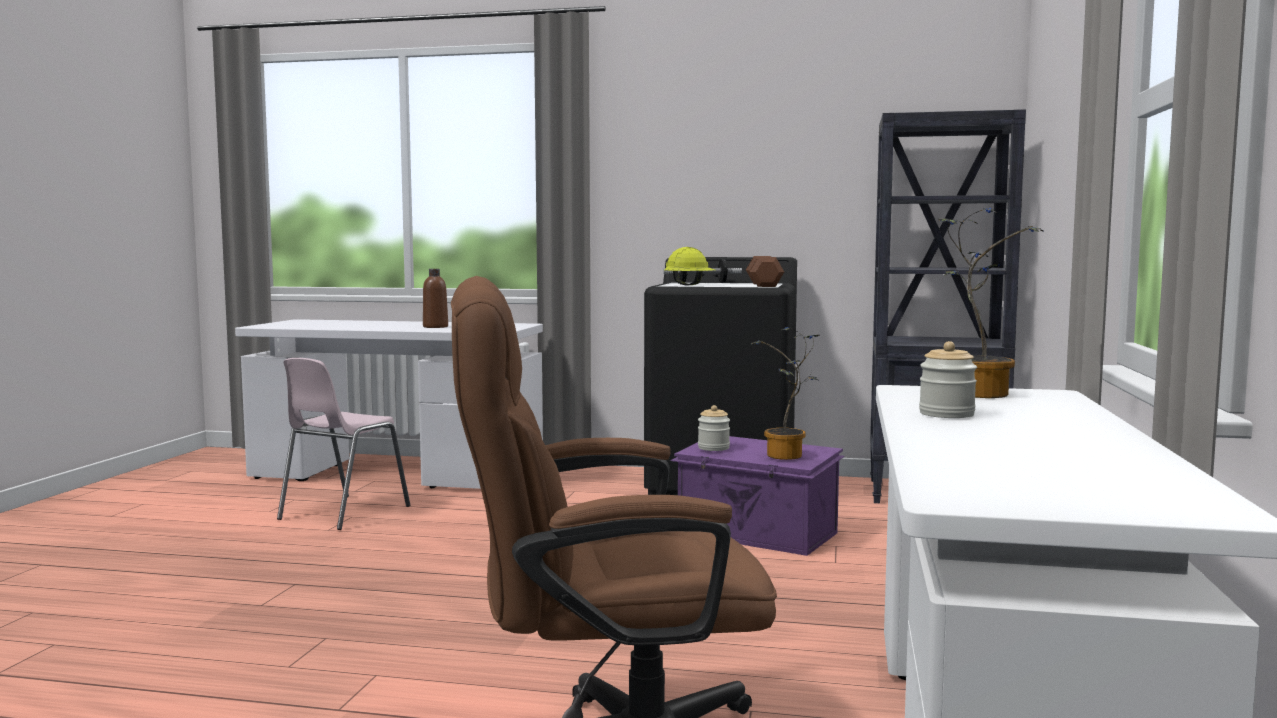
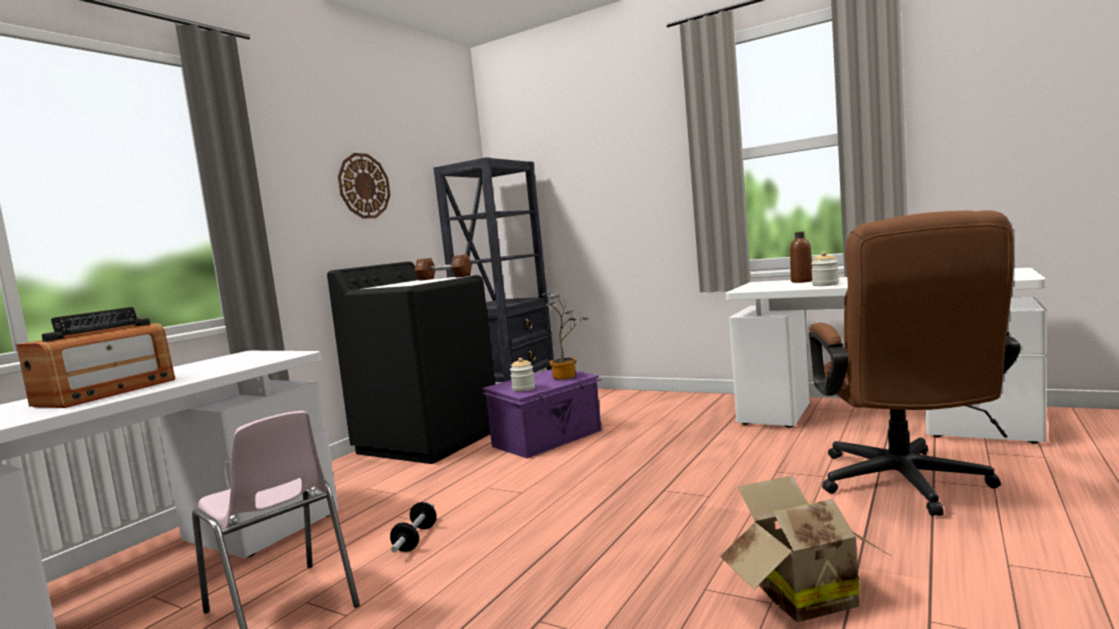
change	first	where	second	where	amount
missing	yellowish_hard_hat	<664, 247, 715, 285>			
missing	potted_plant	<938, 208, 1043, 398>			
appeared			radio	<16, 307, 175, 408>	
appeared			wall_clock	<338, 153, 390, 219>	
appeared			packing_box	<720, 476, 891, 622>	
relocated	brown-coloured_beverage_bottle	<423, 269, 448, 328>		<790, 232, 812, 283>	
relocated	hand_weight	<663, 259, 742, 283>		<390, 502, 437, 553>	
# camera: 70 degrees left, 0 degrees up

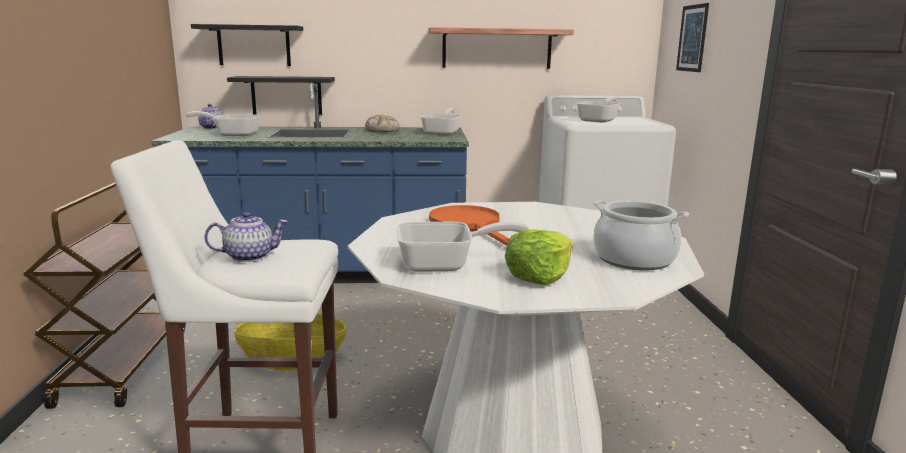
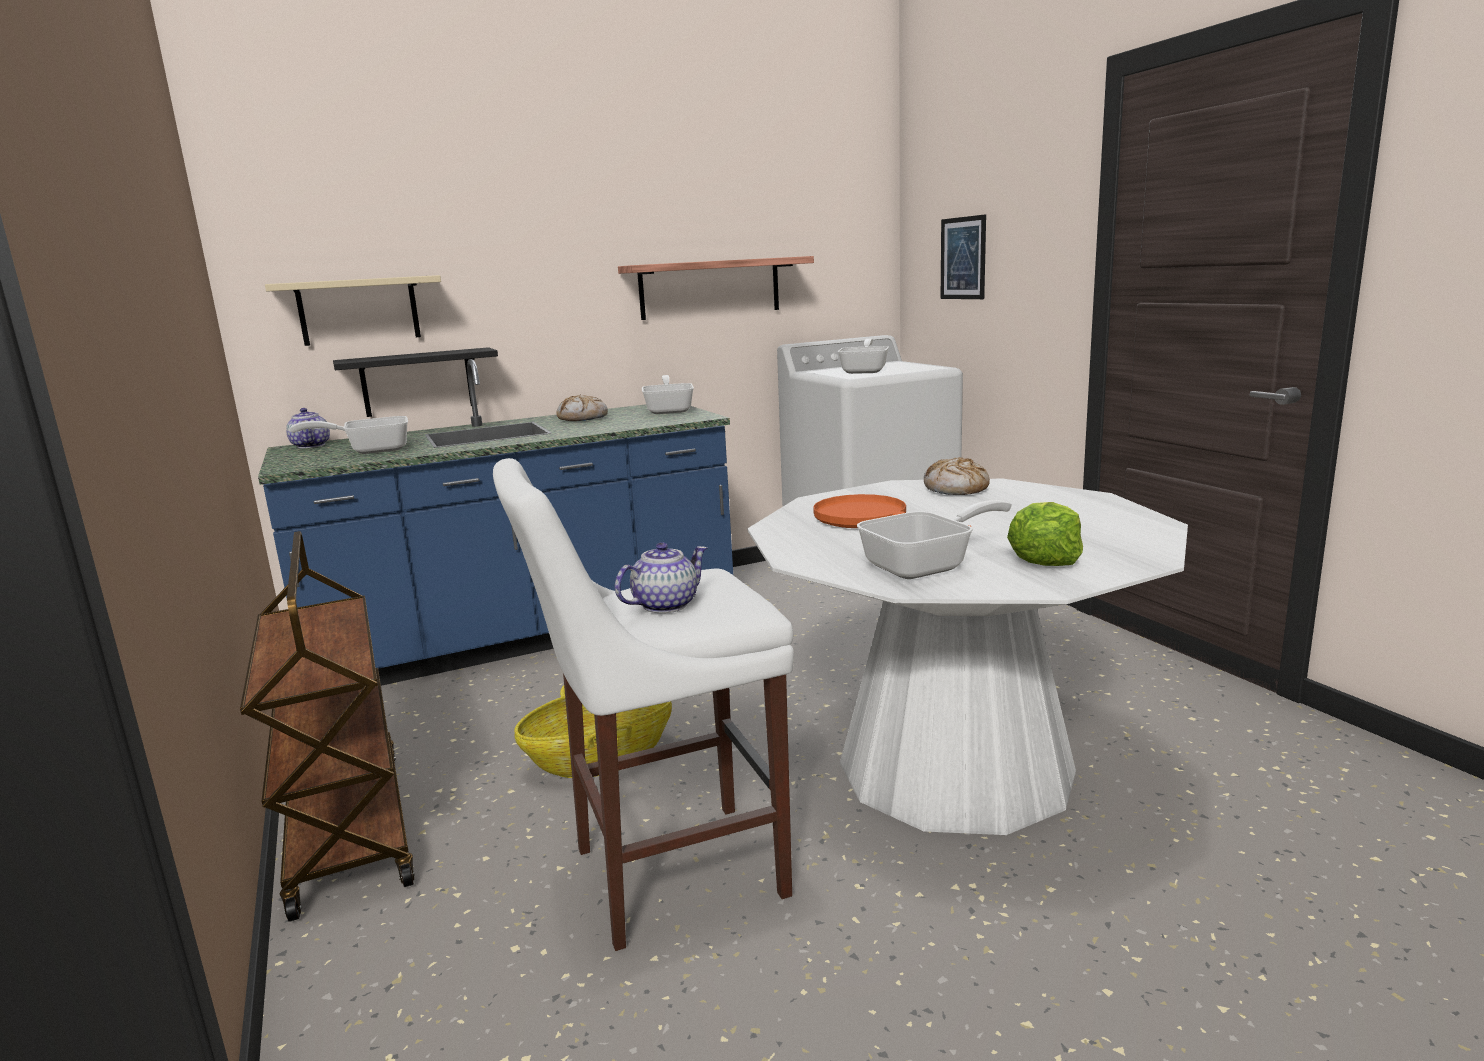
change	first	where	second	where	amount
missing	stockpot	<593, 200, 689, 271>			
appeared			bakery_bread	<924, 457, 990, 495>	
colour	black_shelf	<191, 24, 303, 66>	beige_shelf	<265, 275, 441, 346>	
# camera: 20 degrees left, 0 degrees up

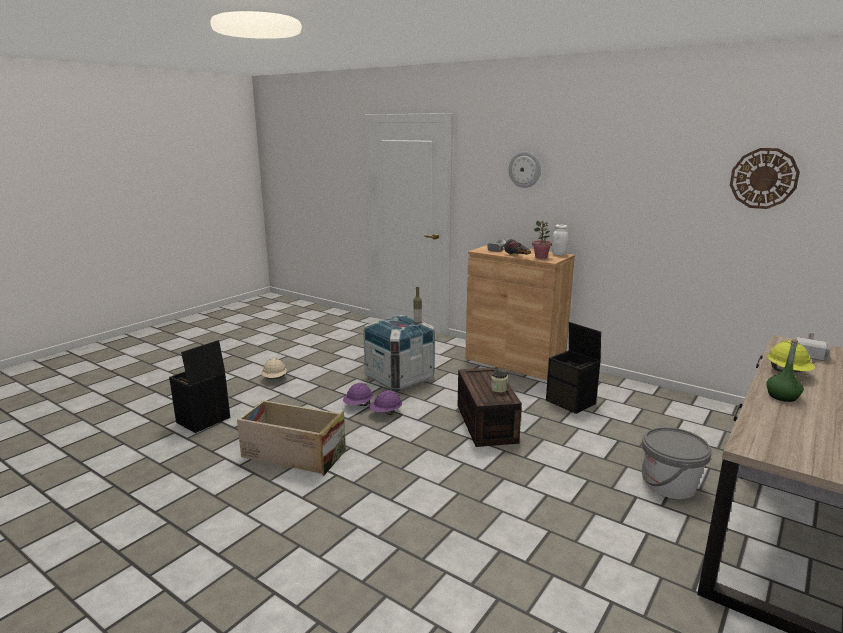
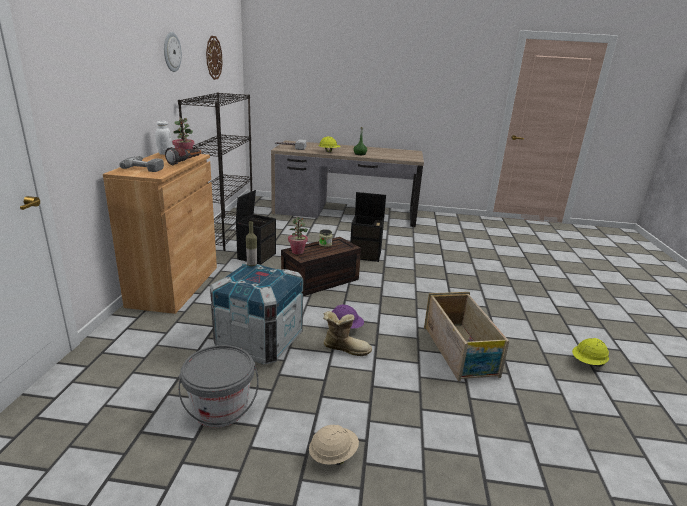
change	first	where	second	where	amount
appeared			black_bookshelf	<178, 92, 252, 251>	
appeared			potted_plant	<288, 217, 308, 255>	
appeared			yellowish_hard_hat	<572, 338, 609, 367>	
relocated	black_storage_box	<169, 340, 230, 433>		<350, 192, 386, 262>	
relocated	wall_clock	<509, 152, 541, 188>		<164, 32, 182, 72>	
relocated	greyish_bucket	<642, 427, 712, 499>		<179, 345, 259, 428>	
exchanged	purple_hard_hat	<343, 383, 373, 406>	tall_boot	<323, 311, 372, 356>	
# camera: 120 degrees left, 5 degrees up

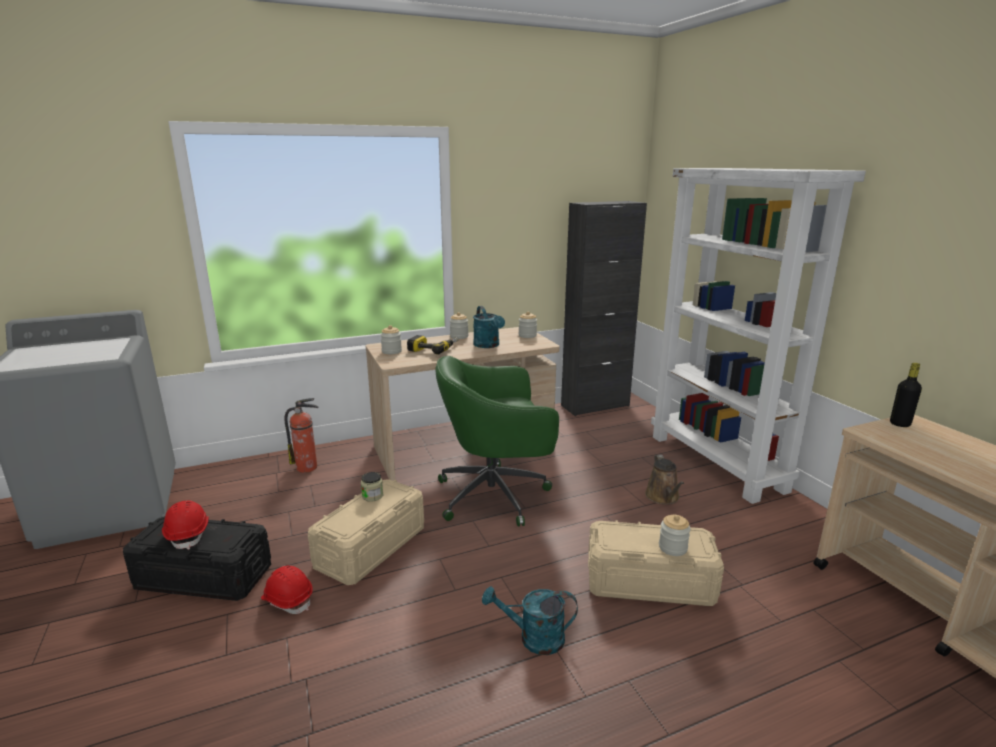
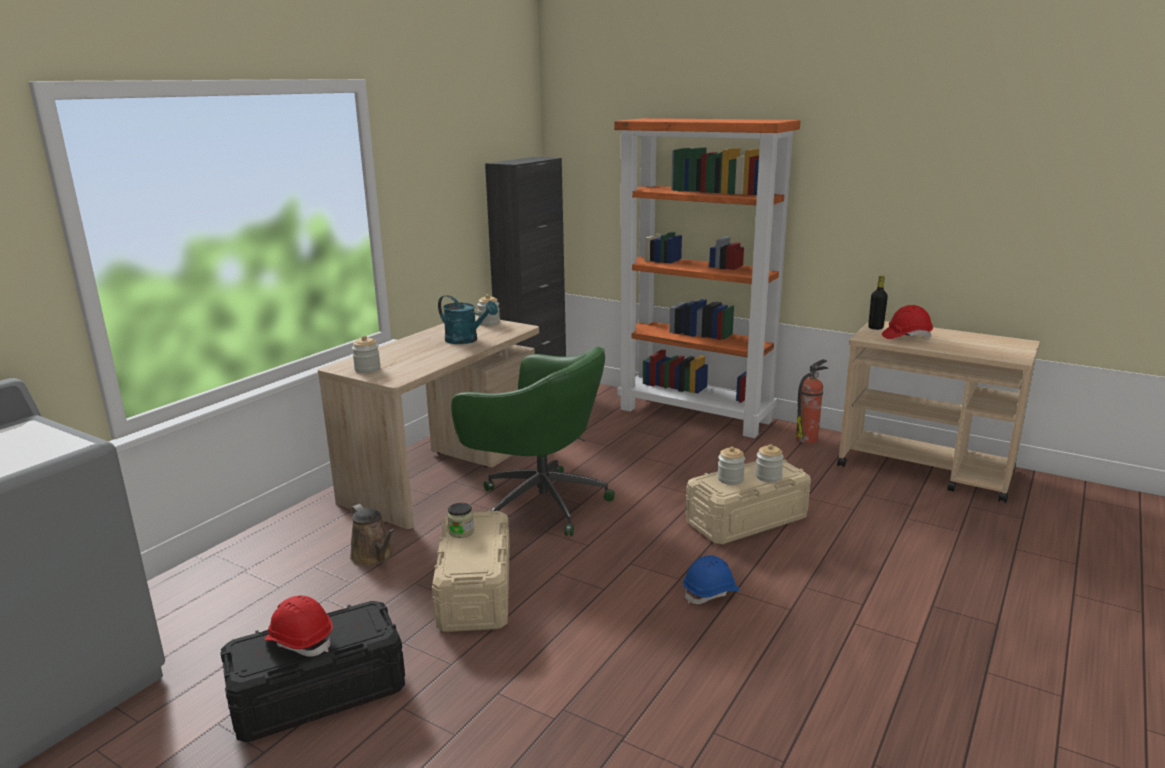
change	first	where	second	where	amount
missing	power_drill	<407, 335, 459, 355>			
relocated	reddish_hard_hat	<261, 566, 313, 614>		<882, 305, 933, 339>	
relocated	fire-fighting_cylinder	<284, 398, 319, 473>		<796, 359, 828, 443>	
relocated	preserve_jar	<450, 312, 468, 339>		<717, 447, 745, 485>	
relocated	brown-coloured_watering_pot	<645, 455, 684, 505>		<350, 504, 395, 566>	
exchanged	blue-green_watering_pot	<482, 586, 578, 655>	blue-coloured_hard_hat	<683, 555, 740, 604>	
colour	white-coloured_bookshelf	<651, 168, 866, 504>	orangey_bookshelf	<614, 118, 801, 438>	
spun	green_office_chair	<435, 356, 559, 526>		<451, 347, 615, 536>	105 degrees counterclockwise
# camera: 35 degrees left, 0 degrees up

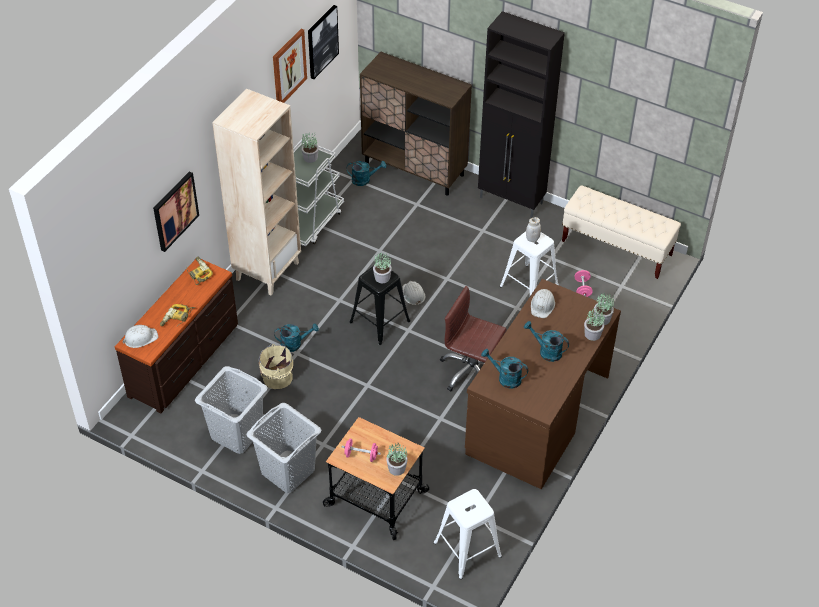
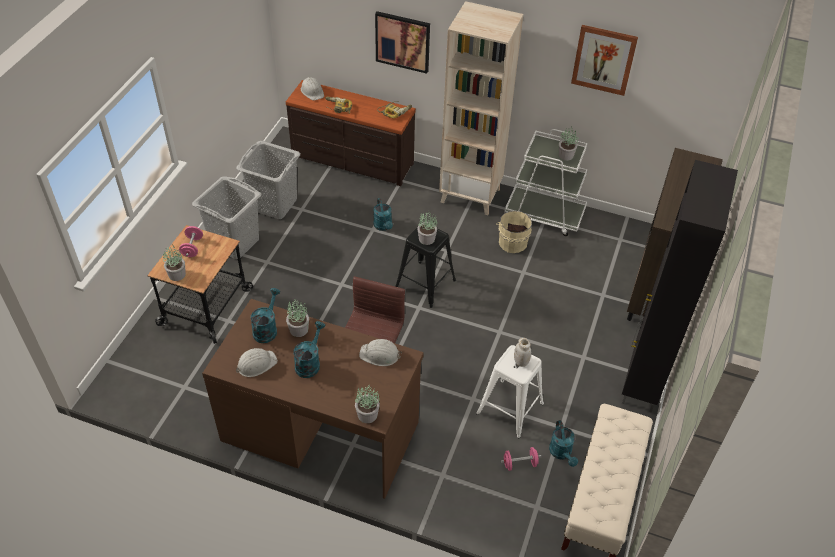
change	first	where	second	where	amount
missing	wall_art	<308, 5, 339, 79>			
missing	white-coloured_stool_seat	<434, 489, 502, 579>			
relocated	beige_bucket	<259, 344, 293, 389>		<496, 211, 532, 253>	
relocated	blue-green_watering_pot	<347, 161, 387, 186>		<549, 420, 578, 467>	
relocated	white-coloured_hard_hat	<402, 281, 425, 306>		<236, 348, 278, 377>	
relocated	potted_plant	<584, 307, 605, 341>		<286, 297, 309, 337>	
# camera: 80 degrees right, 0 degrees up

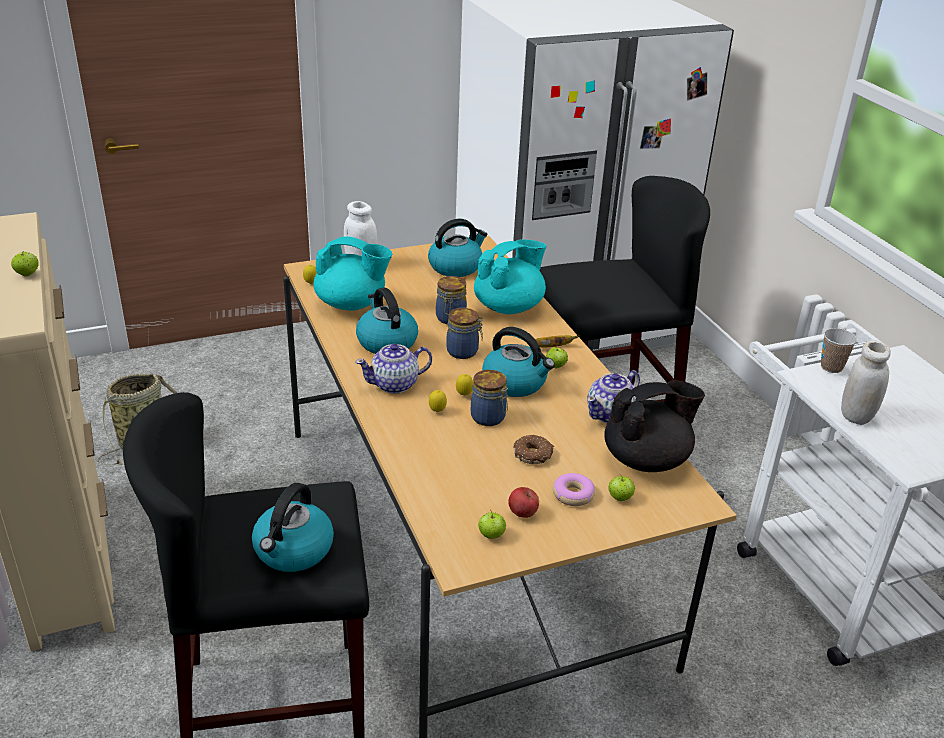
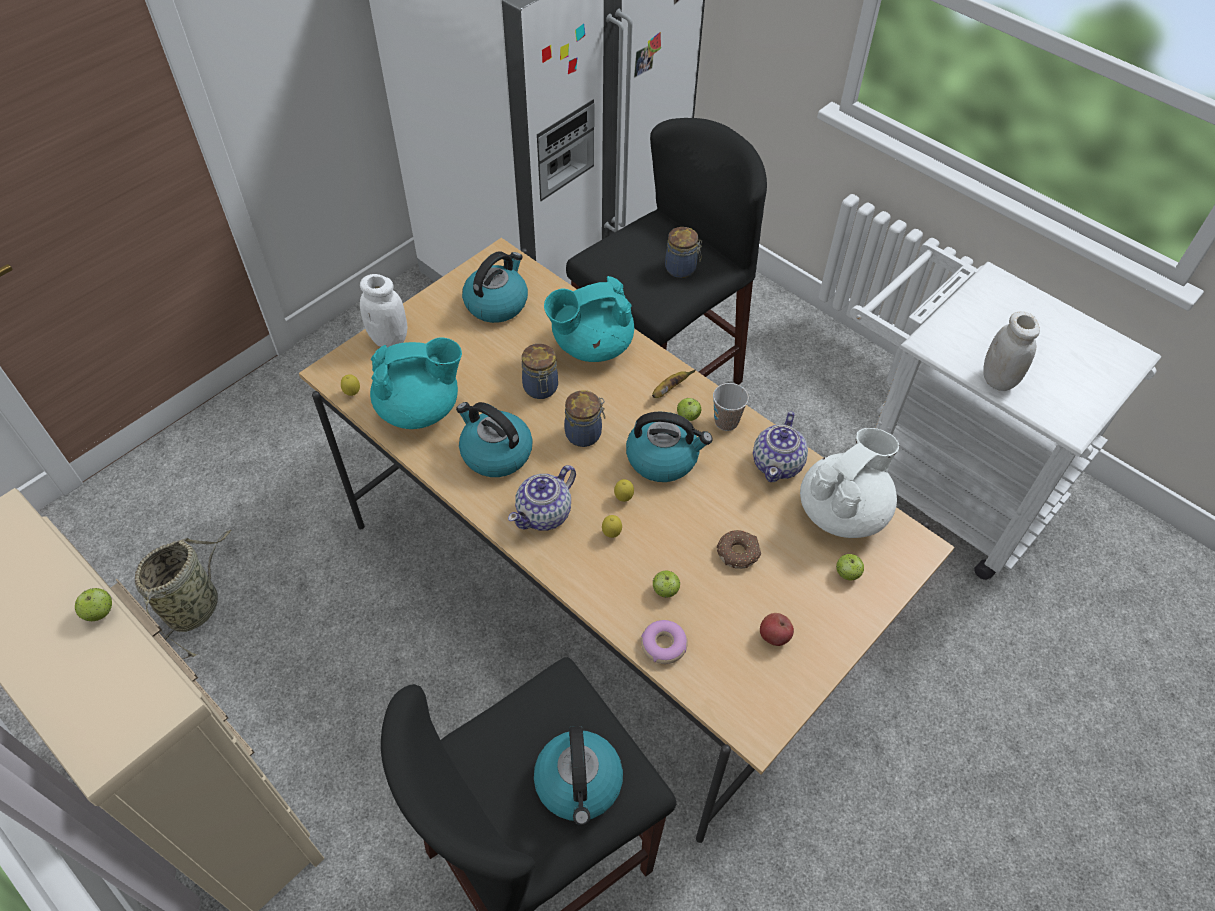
change	first	where	second	where	amount
relocated	preserve_jar	<471, 370, 508, 426>		<665, 227, 702, 278>	
relocated	whole_apple	<478, 511, 506, 539>		<653, 571, 680, 598>	
relocated	ring_doughnut	<553, 473, 595, 506>		<641, 620, 688, 664>	
relocated	drinking_cup	<821, 328, 857, 373>		<713, 383, 749, 431>	
colour	black_tea_pot	<604, 380, 705, 472>	white-coloured_tea_pot	<800, 428, 899, 538>	
spun	blue-green_tea_pot	<474, 239, 546, 314>		<544, 276, 634, 362>	135 degrees counterclockwise
# camera: 25 degrees left, 20 degrees up

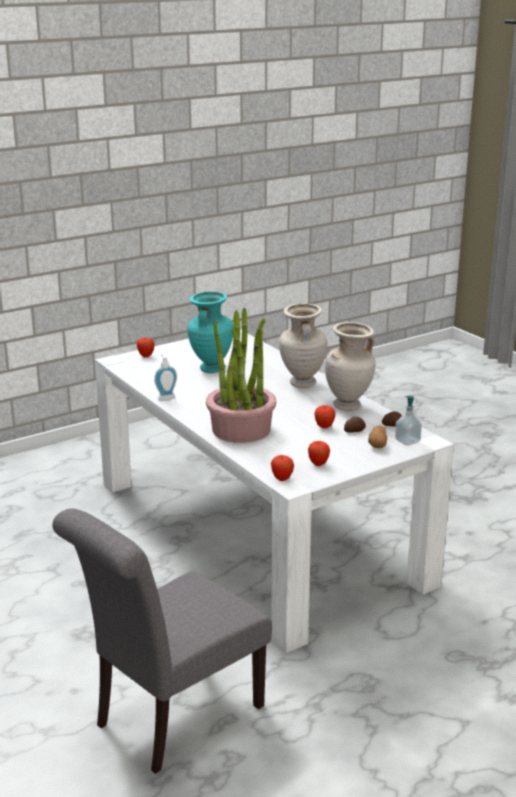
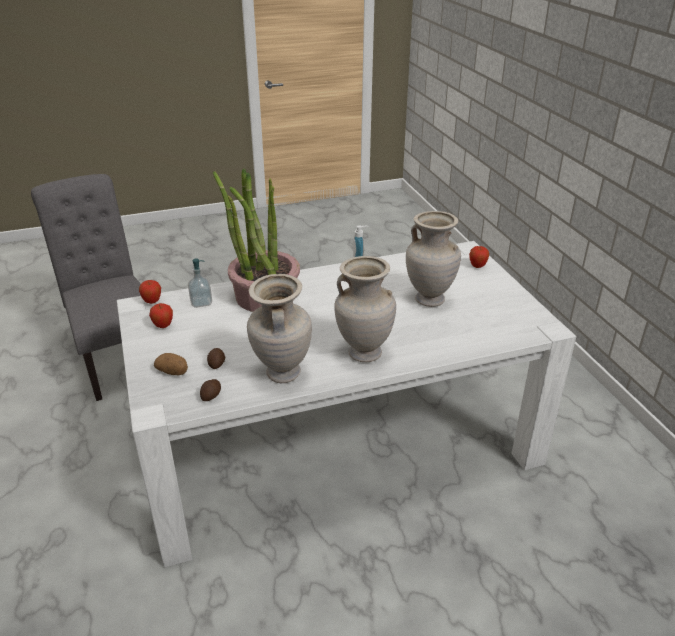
change	first	where	second	where	amount
missing	whole_apple	<314, 405, 336, 428>			
relocated	liquid_soap_bottle	<395, 396, 422, 446>		<188, 259, 212, 308>	
colour	blue-green_vase	<188, 291, 234, 373>	beige_vase	<406, 211, 461, 307>	
# camera: 105 degrees right, 10 degrees up

